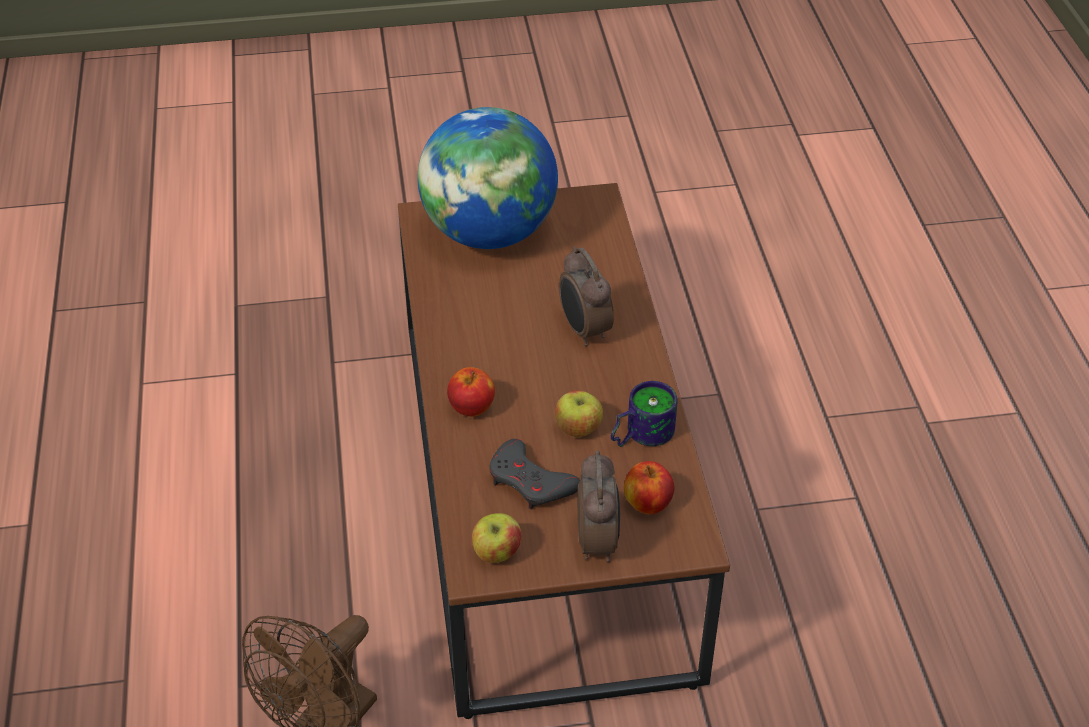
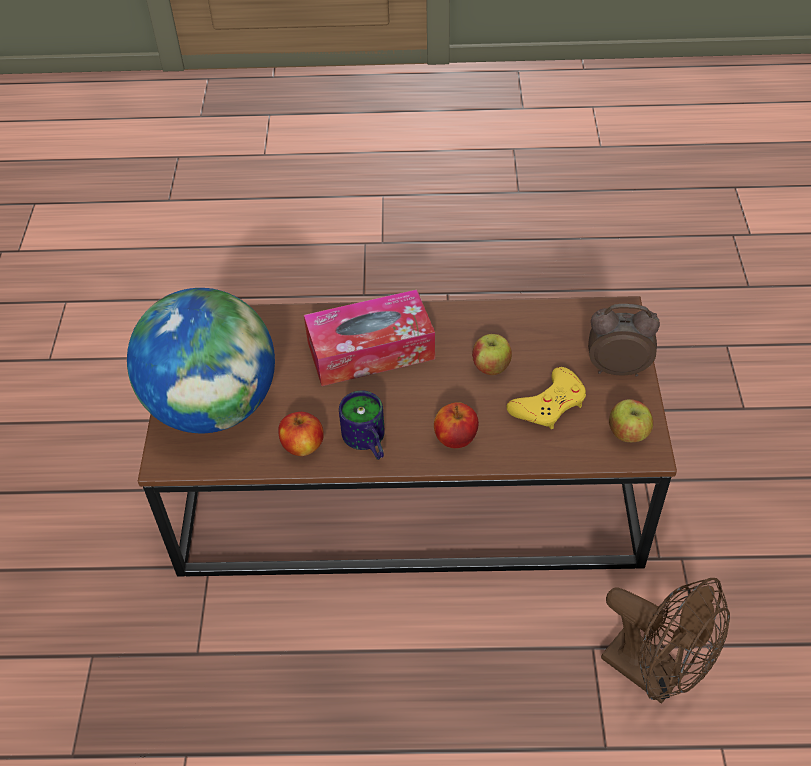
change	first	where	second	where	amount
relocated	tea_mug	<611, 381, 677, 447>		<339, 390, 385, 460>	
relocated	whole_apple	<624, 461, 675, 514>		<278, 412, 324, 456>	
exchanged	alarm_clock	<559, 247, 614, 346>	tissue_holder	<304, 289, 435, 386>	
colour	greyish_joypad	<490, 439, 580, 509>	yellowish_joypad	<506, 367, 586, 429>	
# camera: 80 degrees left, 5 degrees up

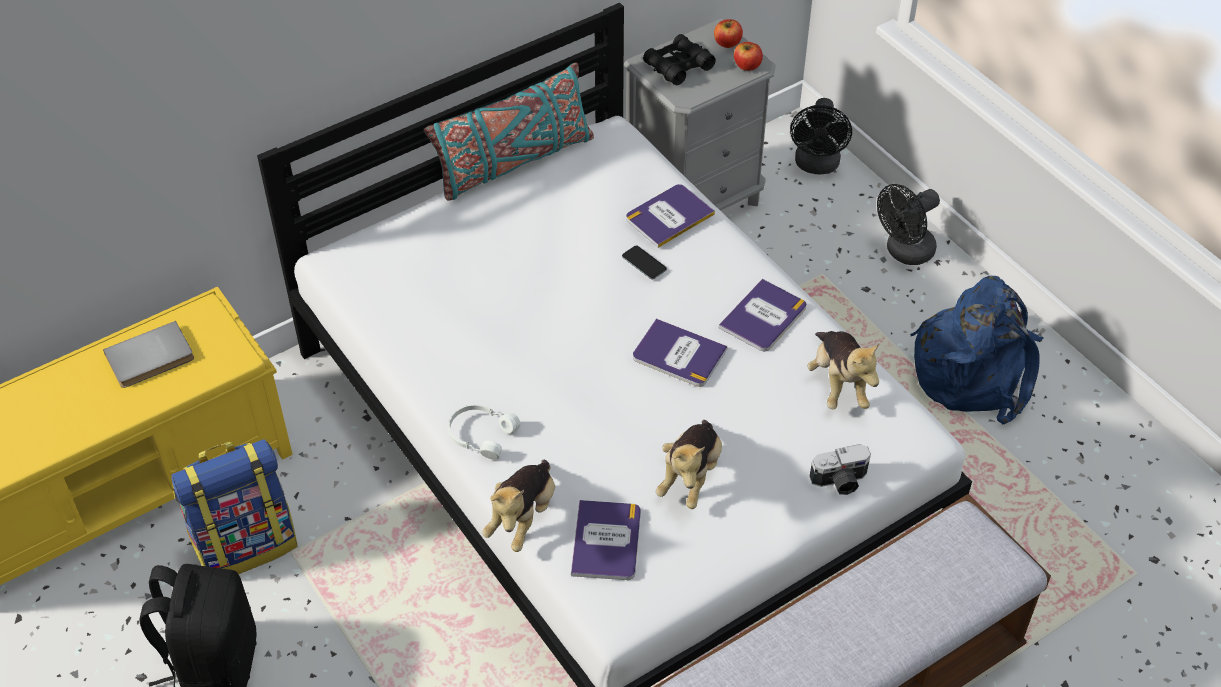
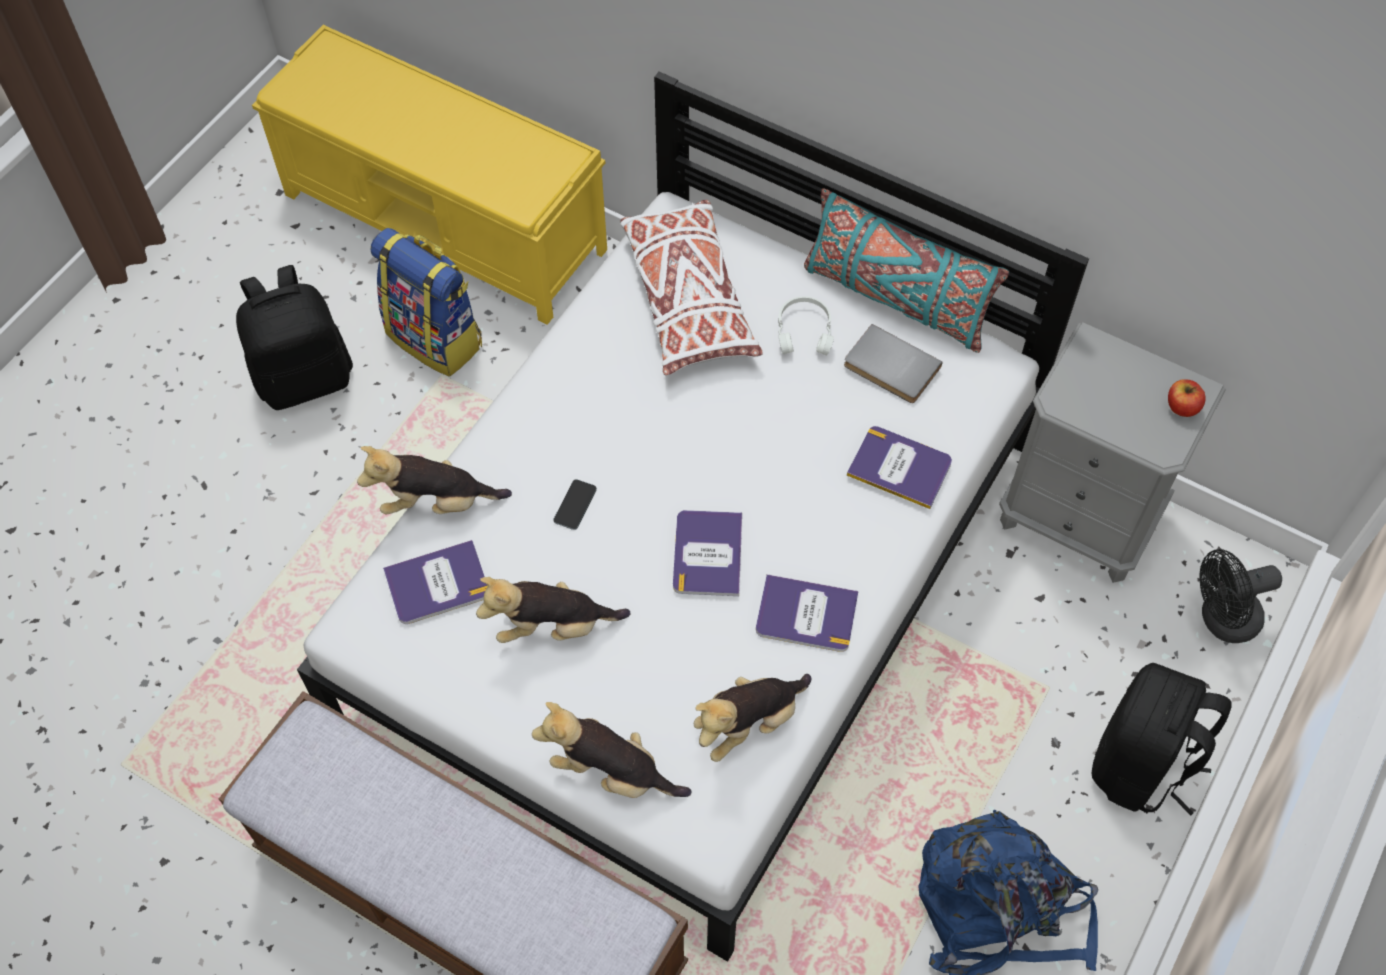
change	first	where	second	where	amount
missing	black_field_glasses	<643, 34, 716, 85>			
missing	whole_apple	<734, 42, 763, 71>			
appeared			white-coloured_pillow	<620, 200, 763, 376>	
relocated	greyish_book	<103, 321, 194, 388>		<844, 324, 942, 403>	
relocated	white-coloured_headphones	<448, 404, 520, 460>		<778, 296, 834, 356>	
relocated	telephone	<622, 246, 667, 279>		<553, 479, 597, 530>	
exchanged	photo_camera	<809, 444, 871, 495>	soft_toy	<532, 702, 692, 798>	
exchanged	black_electric_fan	<877, 184, 940, 265>	black_knapsack	<1092, 663, 1231, 815>	
# camera: 65 degrees right, 10 degrees up

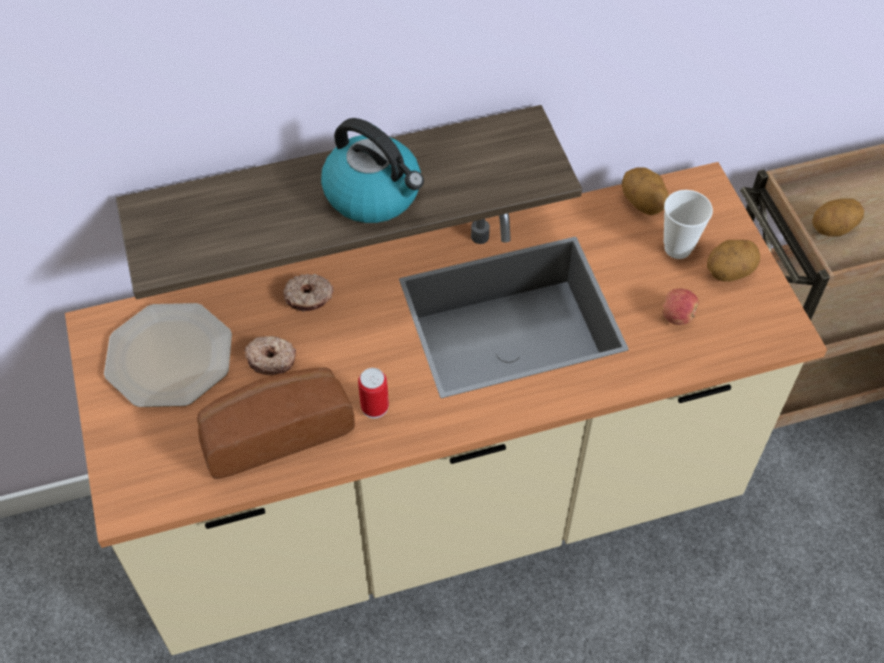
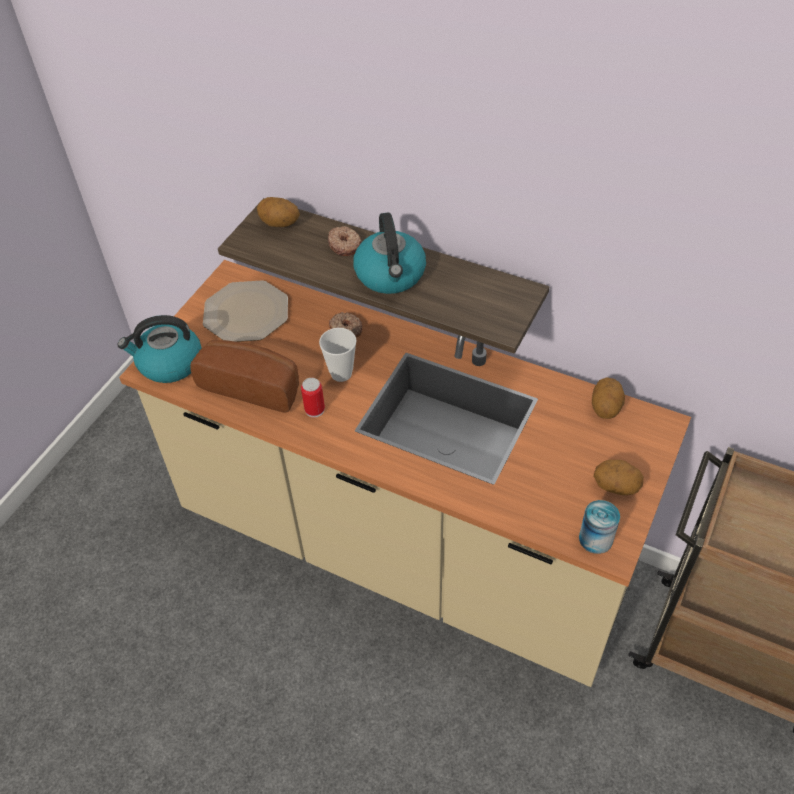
change	first	where	second	where	amount
missing	whole_apple	<662, 289, 698, 325>			
appeared			kettle	<118, 315, 201, 383>	
appeared			metal_can	<579, 500, 620, 554>	
relocated	ring_doughnut	<244, 336, 296, 376>		<328, 226, 362, 256>	
relocated	drinking_cup	<664, 190, 713, 259>		<319, 328, 356, 382>	
relocated	potato	<812, 198, 864, 236>		<257, 197, 300, 227>	
# camera: 45 degrees right, 5 degrees down

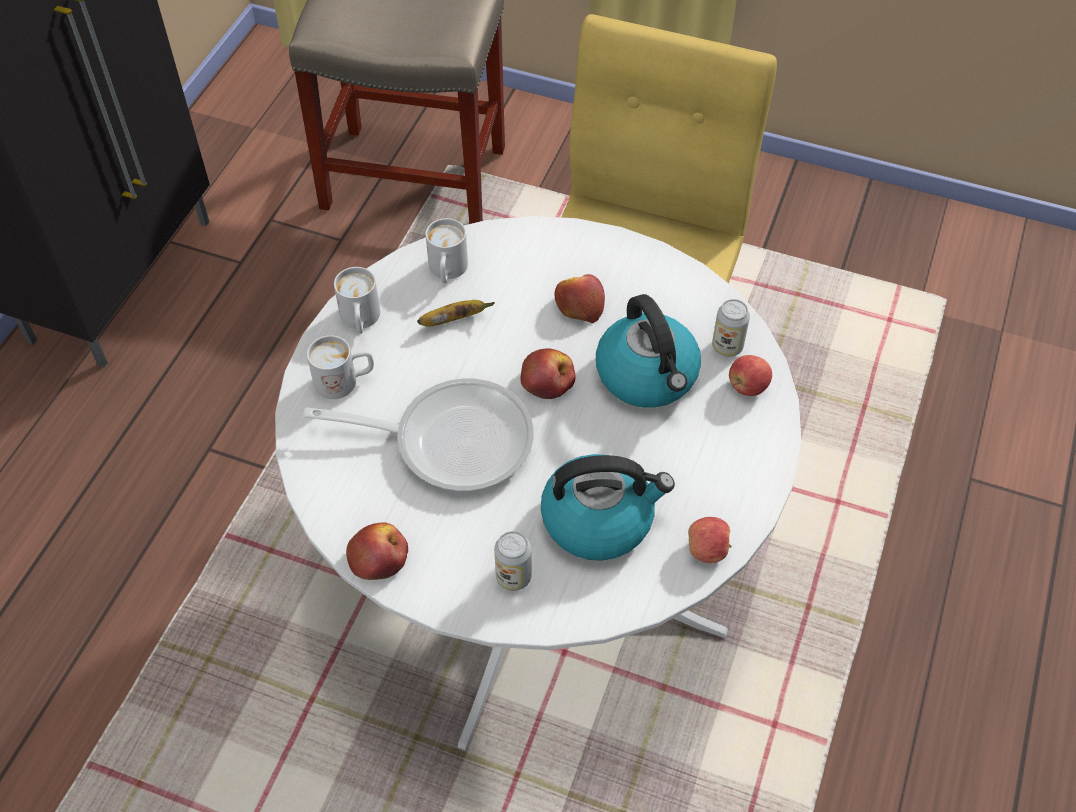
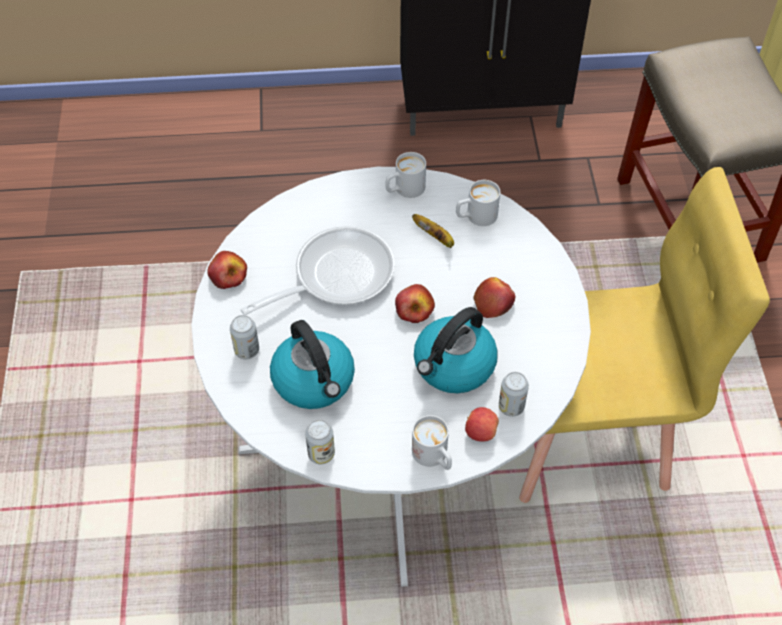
change	first	where	second	where	amount
relocated	white-coloured_tea_mug	<307, 335, 374, 399>		<412, 415, 452, 470>	
exchanged	whole_apple	<688, 517, 732, 563>	metal_can	<305, 419, 335, 464>	
spun	pan	<303, 378, 534, 491>		<241, 226, 394, 315>	105 degrees counterclockwise
# camera: 65 degrees right, 0 degrees up

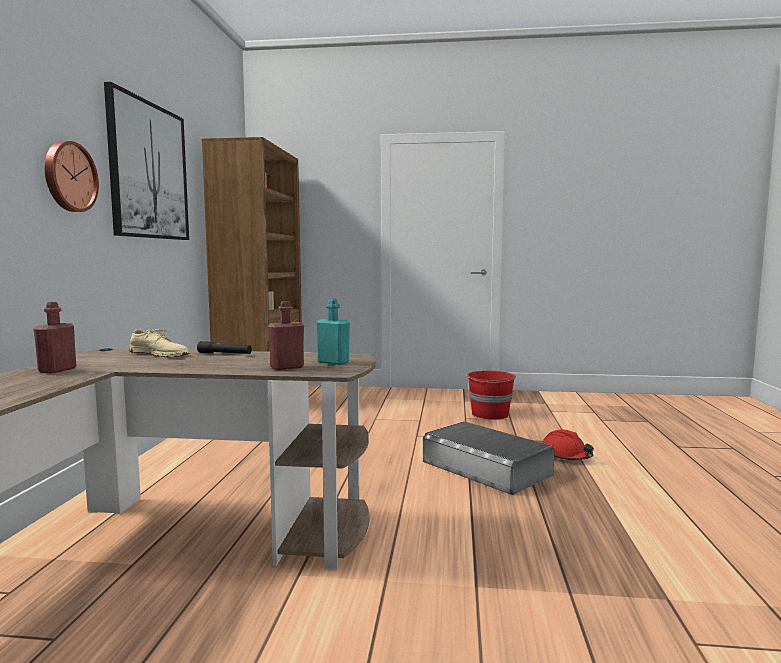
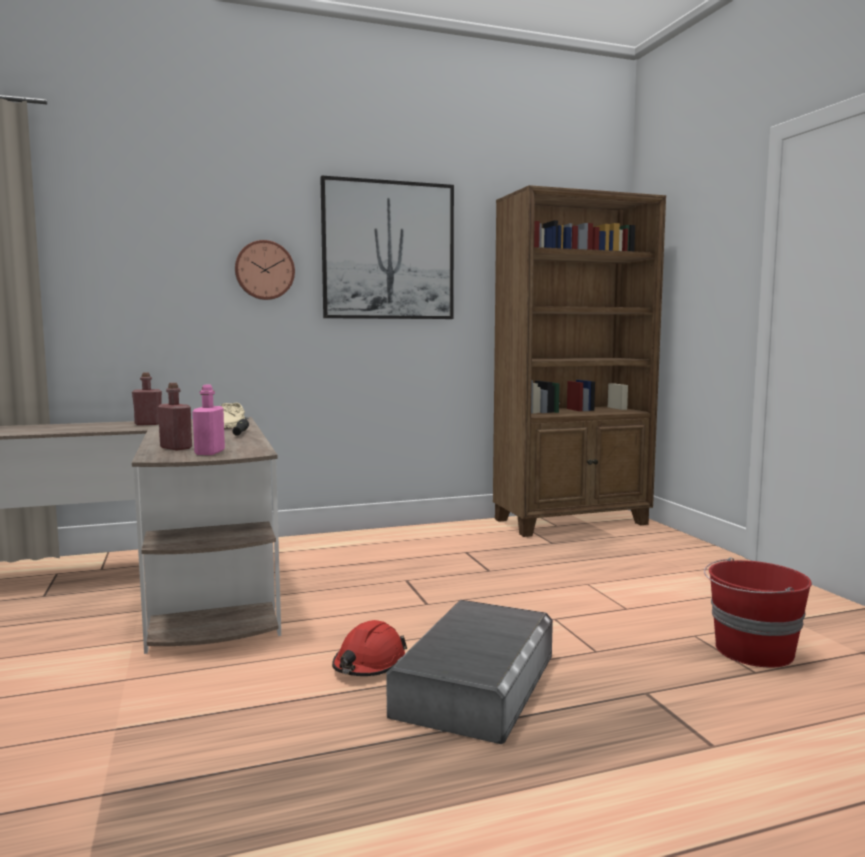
change	first	where	second	where	amount
relocated	reddish_hard_hat	<543, 429, 594, 460>		<332, 620, 407, 676>	
colour	blue-green_beverage_bottle	<316, 299, 350, 365>	pinkish_beverage_bottle	<192, 385, 225, 455>	
# camera: 65 degrees right, 0 degrees up

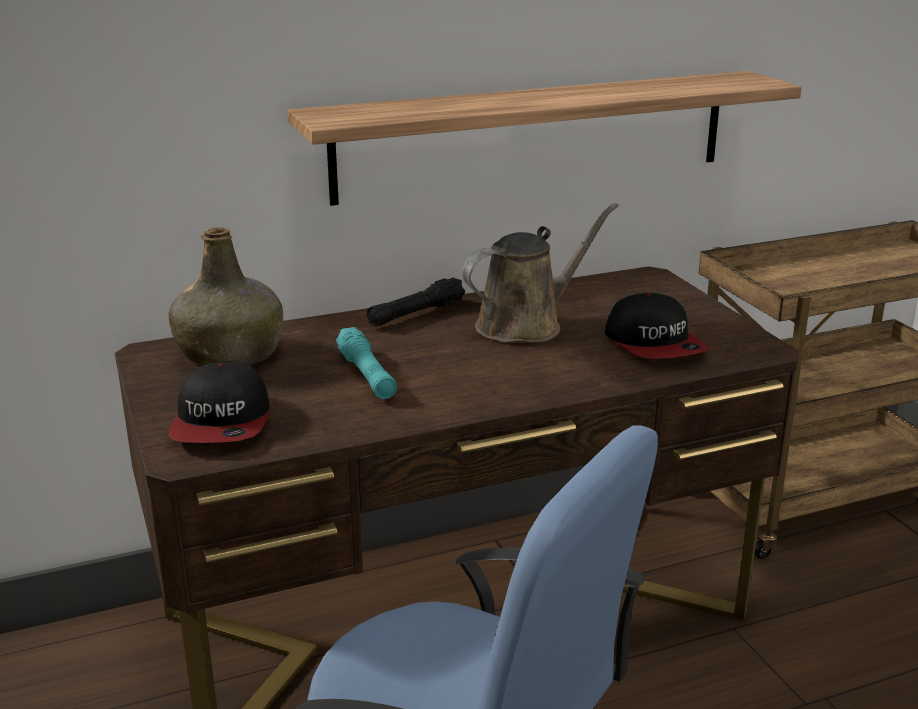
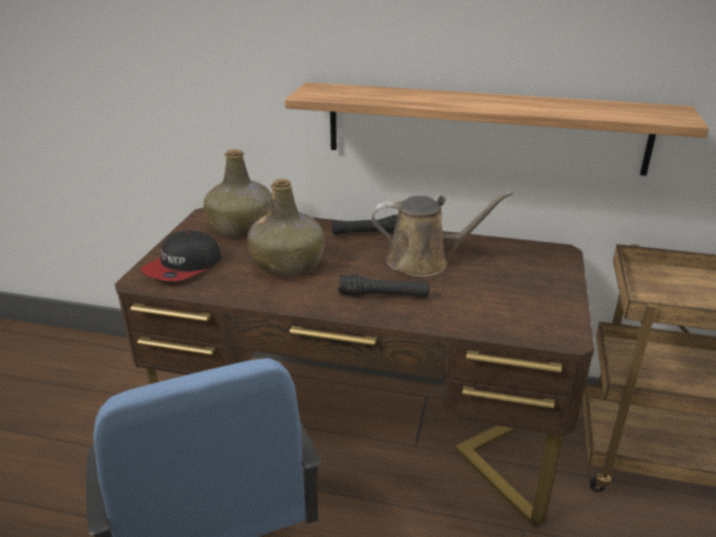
change	first	where	second	where	amount
missing	cap	<605, 293, 709, 359>			
appeared			black_torch	<338, 274, 429, 298>	
exchanged	blue-green_torch	<336, 327, 397, 399>	green_beverage_bottle	<247, 179, 325, 277>	
# camera: 35 degrees right, 5 degrees up

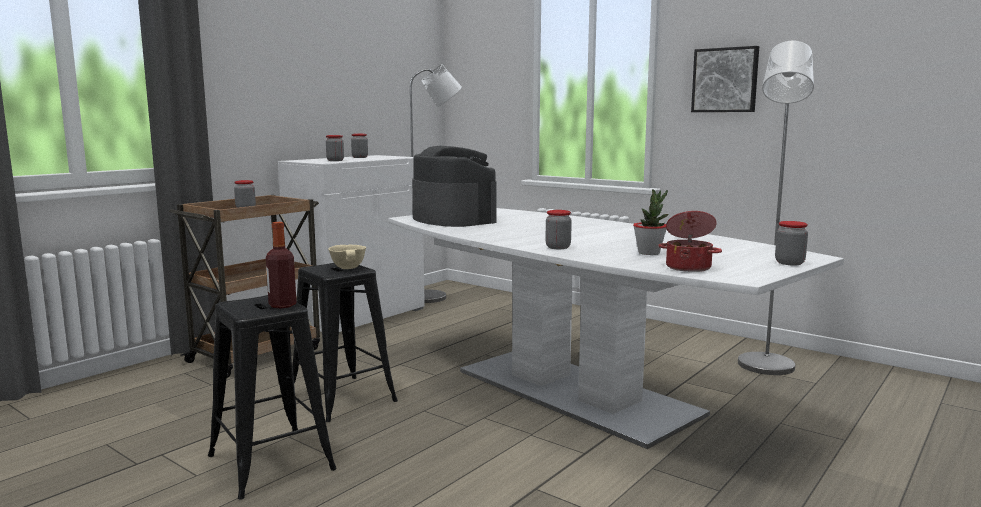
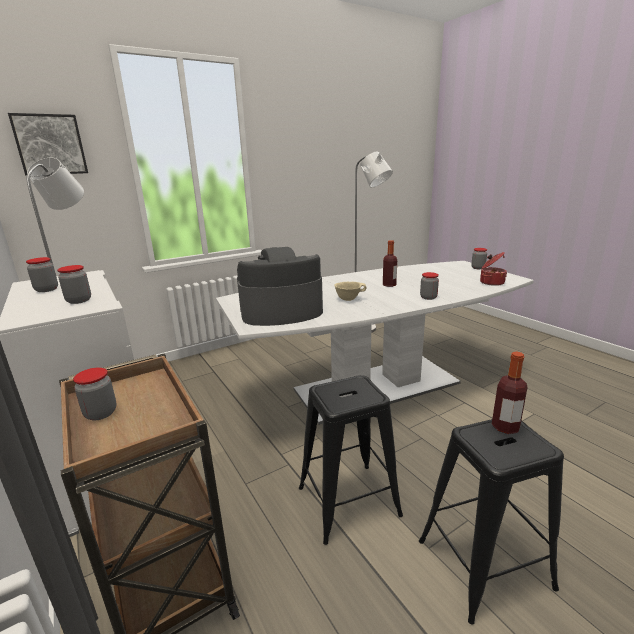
change	first	where	second	where	amount
missing	potted_plant	<633, 189, 669, 255>			
appeared			beverage_bottle	<383, 240, 397, 287>	
relocated	beige_serving_bowl	<328, 245, 366, 269>		<334, 282, 367, 301>	
relocated	wall_art	<691, 46, 759, 112>		<8, 113, 88, 175>	
# camera: 70 degrees left, 10 degrees up

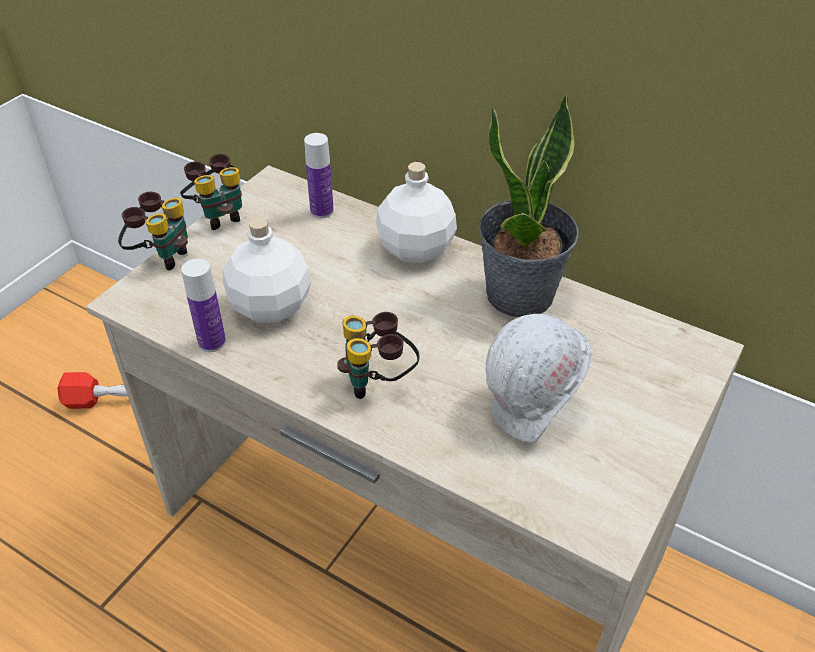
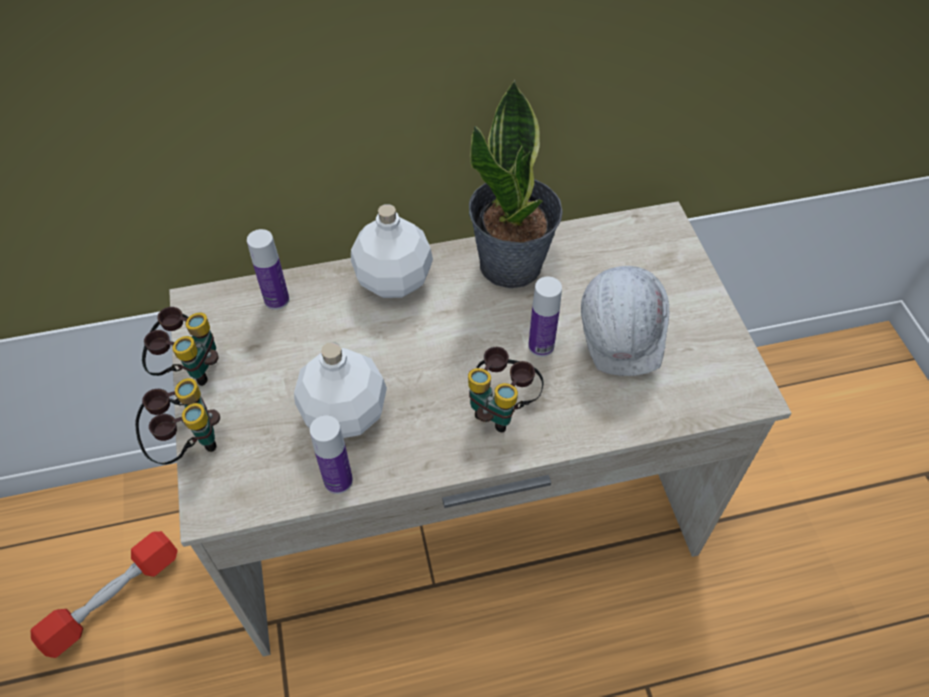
change	first	where	second	where	amount
appeared			beverage_bottle	<528, 277, 562, 357>	
# camera: 45 degrees left, 10 degrees up

